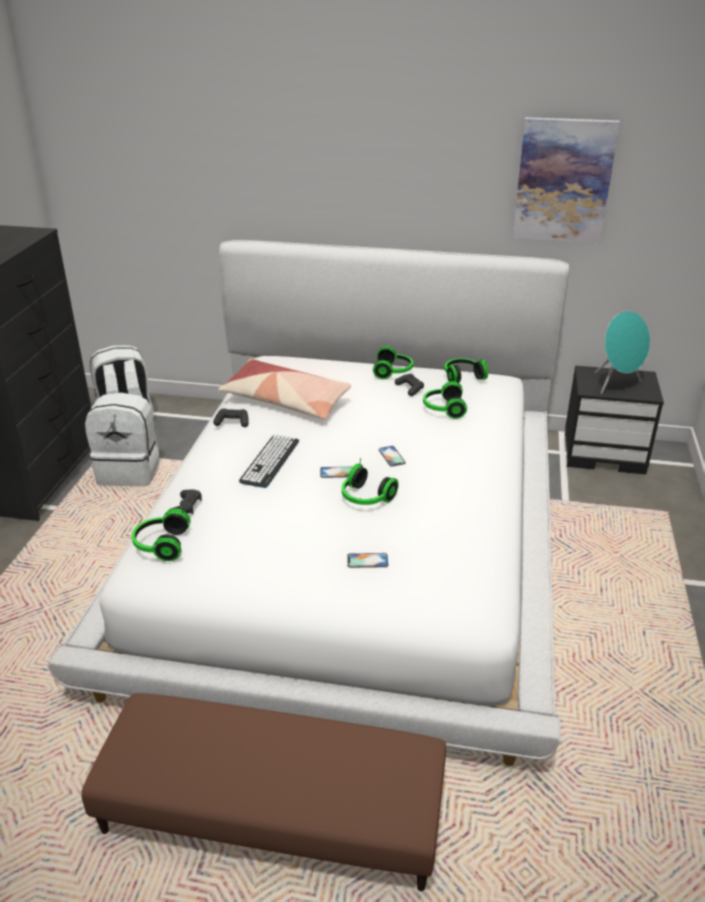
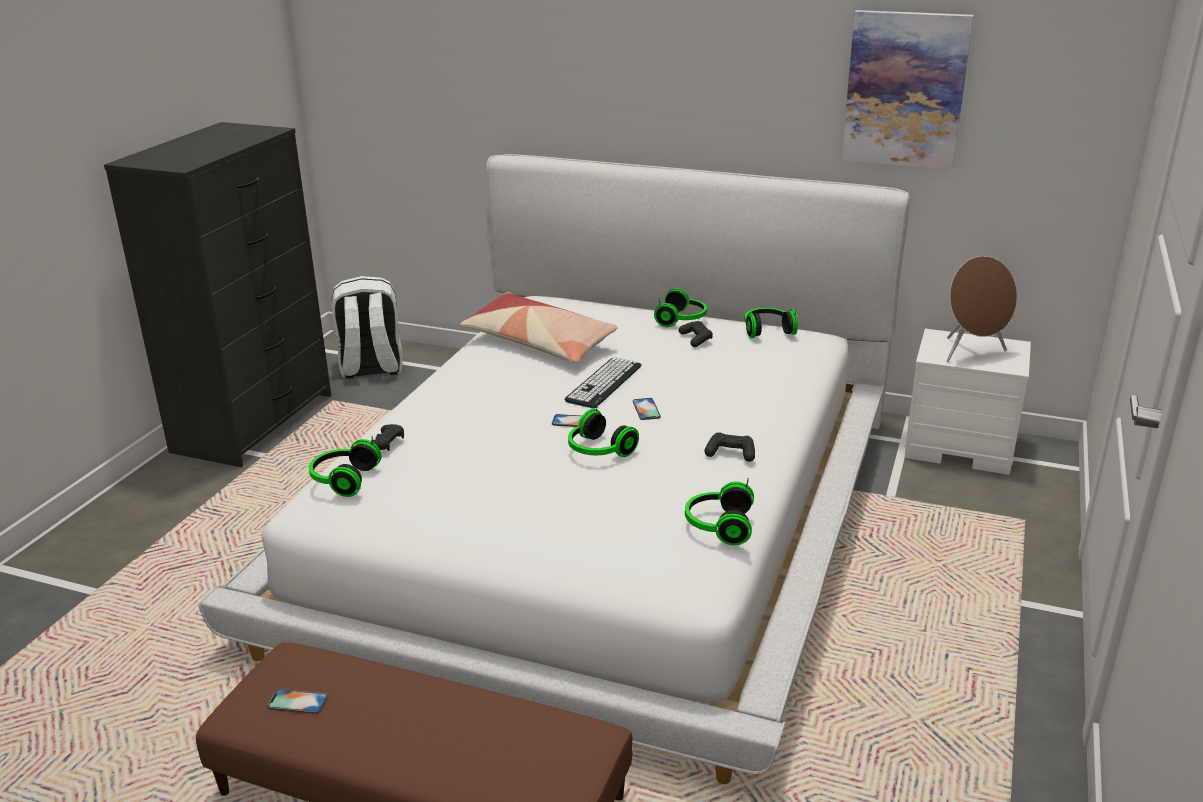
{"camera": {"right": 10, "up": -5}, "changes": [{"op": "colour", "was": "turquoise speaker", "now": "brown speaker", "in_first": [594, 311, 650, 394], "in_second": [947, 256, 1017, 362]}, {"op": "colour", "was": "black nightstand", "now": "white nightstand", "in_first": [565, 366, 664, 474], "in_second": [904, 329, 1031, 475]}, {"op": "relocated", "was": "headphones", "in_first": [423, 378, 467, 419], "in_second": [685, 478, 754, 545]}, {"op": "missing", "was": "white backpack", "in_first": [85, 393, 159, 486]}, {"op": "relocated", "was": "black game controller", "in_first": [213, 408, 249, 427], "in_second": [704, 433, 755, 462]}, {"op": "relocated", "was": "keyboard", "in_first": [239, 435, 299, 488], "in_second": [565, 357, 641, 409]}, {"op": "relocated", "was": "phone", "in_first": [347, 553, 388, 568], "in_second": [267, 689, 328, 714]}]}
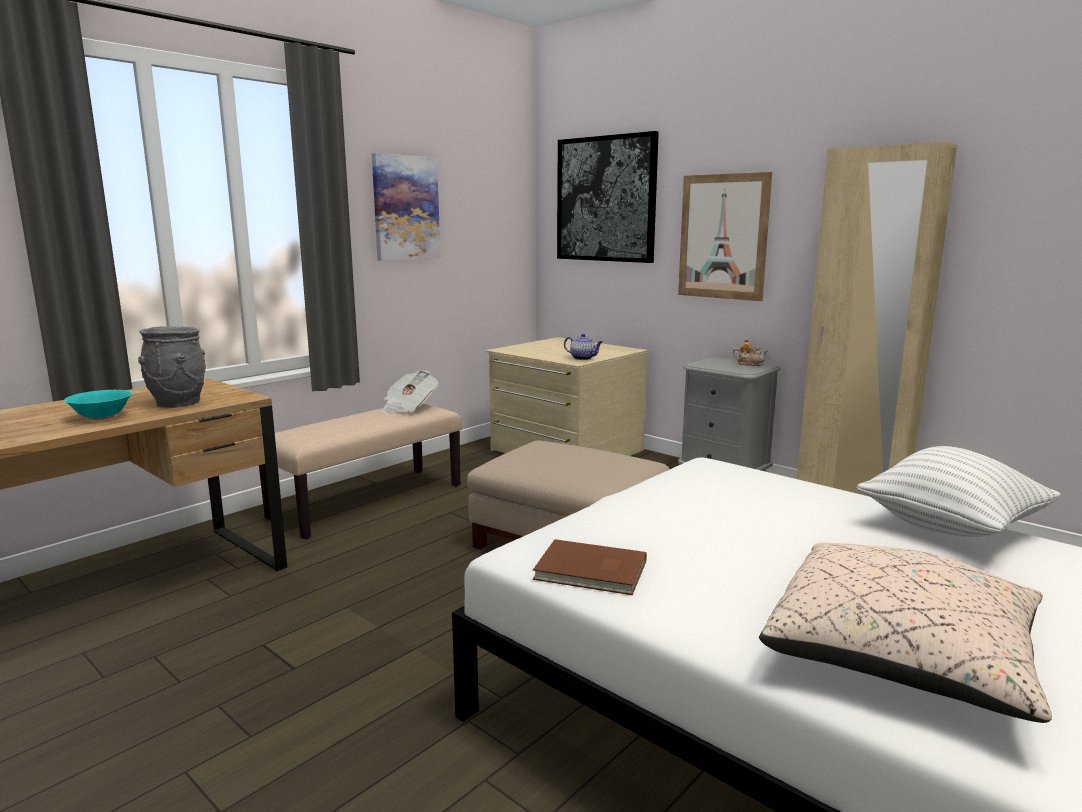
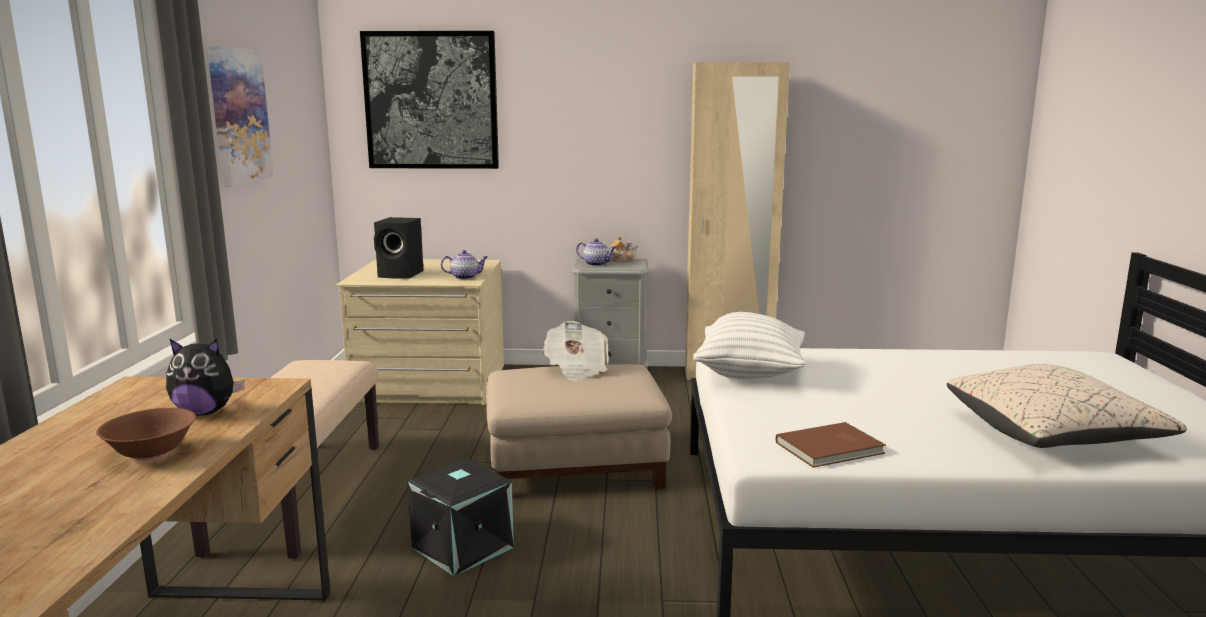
{"camera": {"right": -40, "up": 0}, "changes": [{"op": "missing", "was": "picture", "in_first": [678, 172, 772, 301]}, {"op": "exchanged", "was": "grey vase", "now": "plush toy", "in_first": [138, 326, 206, 408], "in_second": [166, 339, 245, 415]}, {"op": "relocated", "was": "newspaper", "in_first": [381, 370, 438, 414], "in_second": [542, 321, 609, 381]}, {"op": "colour", "was": "turquoise bowl", "now": "brown bowl", "in_first": [64, 390, 132, 420], "in_second": [96, 408, 196, 461]}, {"op": "relocated", "was": "white pillow", "in_first": [856, 446, 1061, 537], "in_second": [693, 312, 806, 379]}, {"op": "appeared", "now": "black speaker", "in_second": [374, 217, 423, 279]}, {"op": "appeared", "now": "teapot", "in_second": [576, 239, 617, 266]}, {"op": "appeared", "now": "black storage box", "in_second": [408, 459, 514, 576]}]}
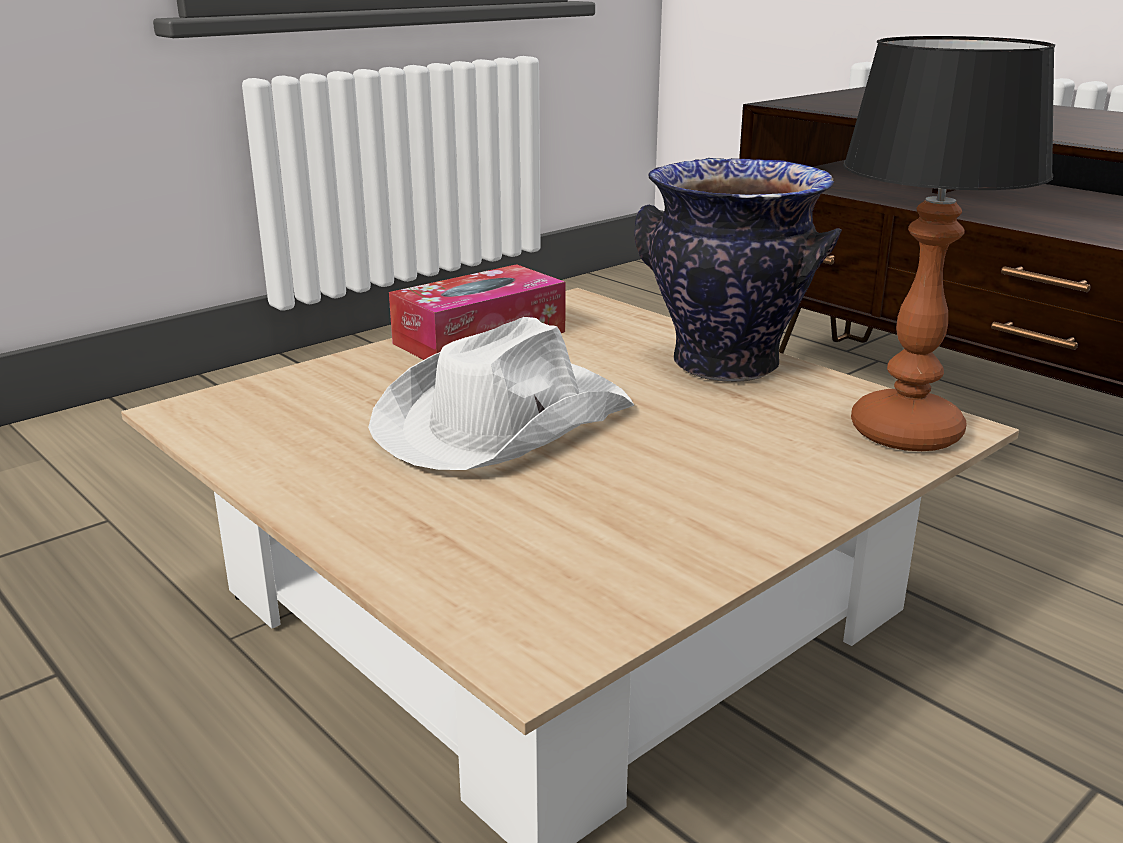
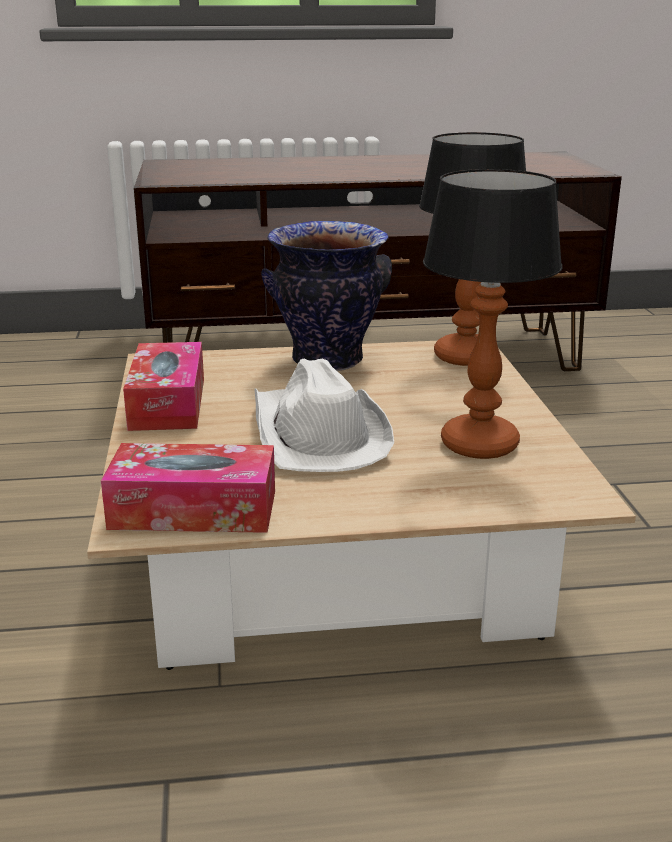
{"camera": {"right": -55, "up": 0}, "changes": [{"op": "appeared", "now": "table lamp", "in_second": [423, 169, 562, 459]}, {"op": "appeared", "now": "tissue box", "in_second": [101, 443, 275, 533]}]}
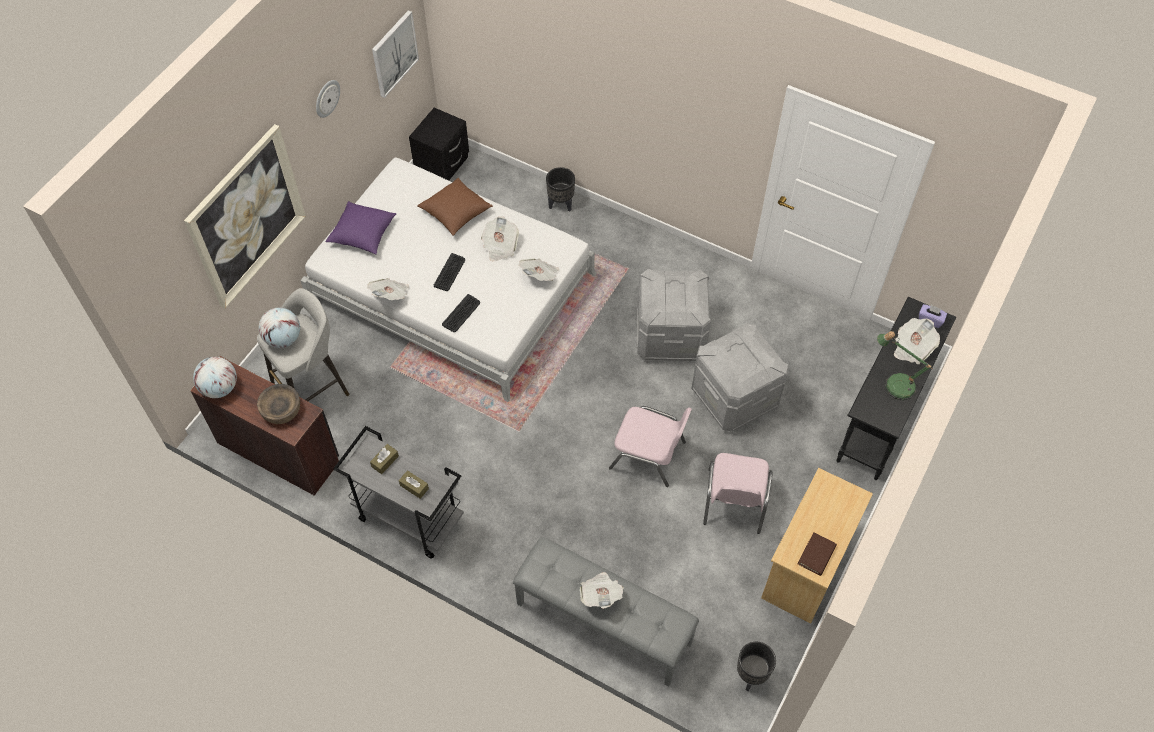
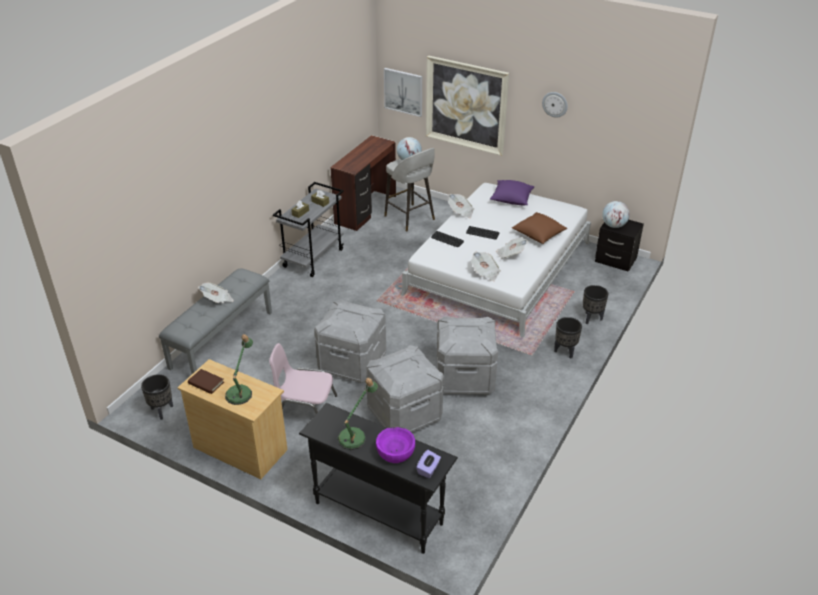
{"camera": {"right": 90, "up": -20}, "changes": [{"op": "relocated", "was": "picture", "in_first": [372, 10, 419, 98], "in_second": [384, 68, 422, 117]}, {"op": "exchanged", "was": "newspaper", "now": "purple bowl", "in_first": [894, 318, 940, 364], "in_second": [376, 427, 415, 463]}, {"op": "relocated", "was": "globe", "in_first": [193, 357, 237, 398], "in_second": [602, 201, 630, 228]}, {"op": "missing", "was": "brown bowl", "in_first": [257, 384, 300, 424]}, {"op": "exchanged", "was": "pink chair", "now": "grey storage box", "in_first": [609, 406, 692, 487], "in_second": [314, 300, 386, 383]}, {"op": "appeared", "now": "black planter", "in_second": [554, 317, 582, 359]}, {"op": "appeared", "now": "table lamp", "in_second": [225, 334, 253, 405]}]}
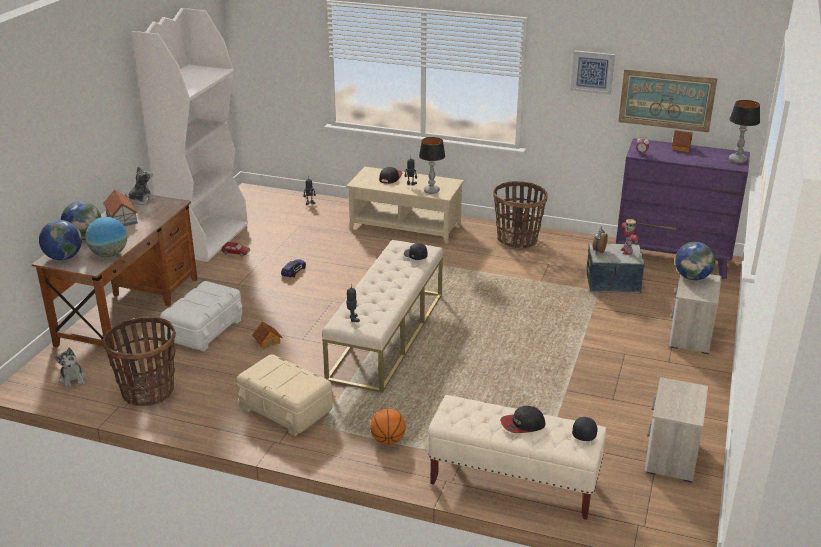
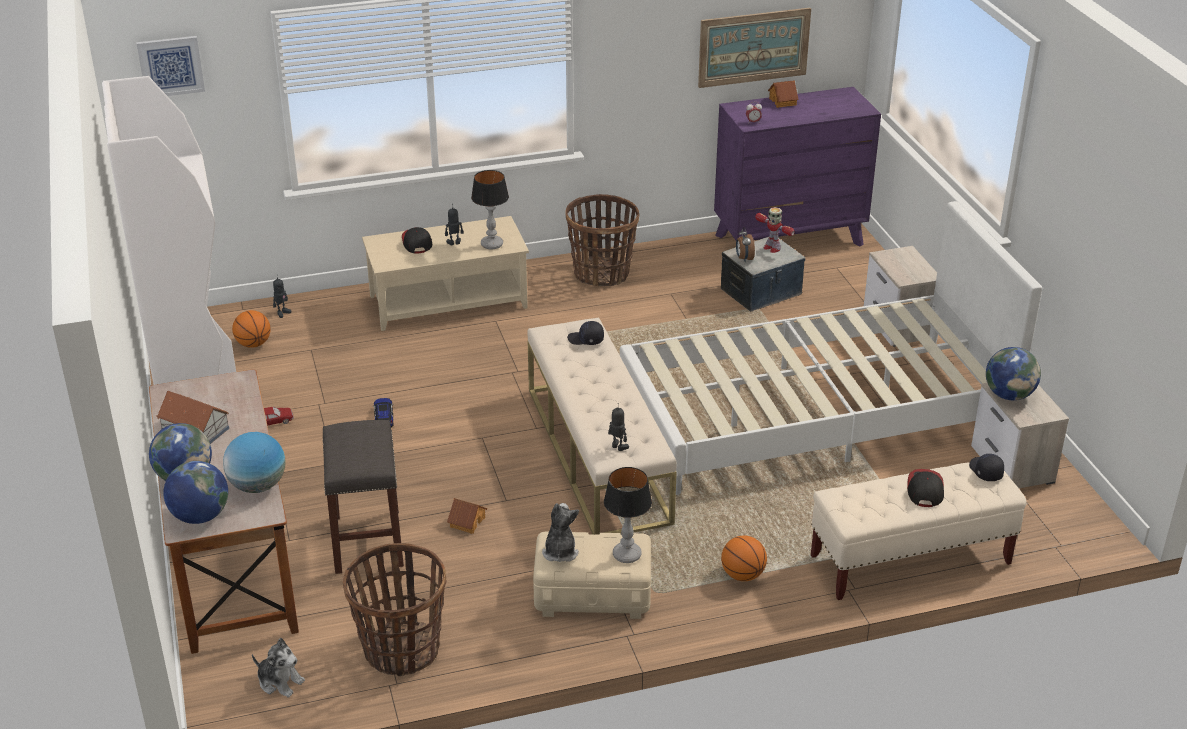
{"camera": {"right": -35, "up": 5}, "changes": [{"op": "relocated", "was": "picture", "in_first": [570, 50, 615, 95], "in_second": [136, 36, 205, 96]}, {"op": "relocated", "was": "table lamp", "in_first": [729, 100, 760, 163], "in_second": [604, 467, 652, 563]}, {"op": "relocated", "was": "plush toy", "in_first": [125, 166, 156, 205], "in_second": [542, 503, 579, 562]}, {"op": "relocated", "was": "globe", "in_first": [675, 242, 715, 280], "in_second": [986, 347, 1041, 400]}, {"op": "exchanged", "was": "white storage box", "now": "grey stool", "in_first": [160, 281, 243, 352], "in_second": [322, 420, 404, 574]}, {"op": "spun", "was": "cap", "in_first": [500, 406, 546, 433], "in_second": [907, 469, 944, 507], "clockwise": 150}, {"op": "appeared", "now": "white bed", "in_second": [620, 201, 1042, 495]}, {"op": "appeared", "now": "basketball", "in_second": [232, 310, 271, 348]}]}
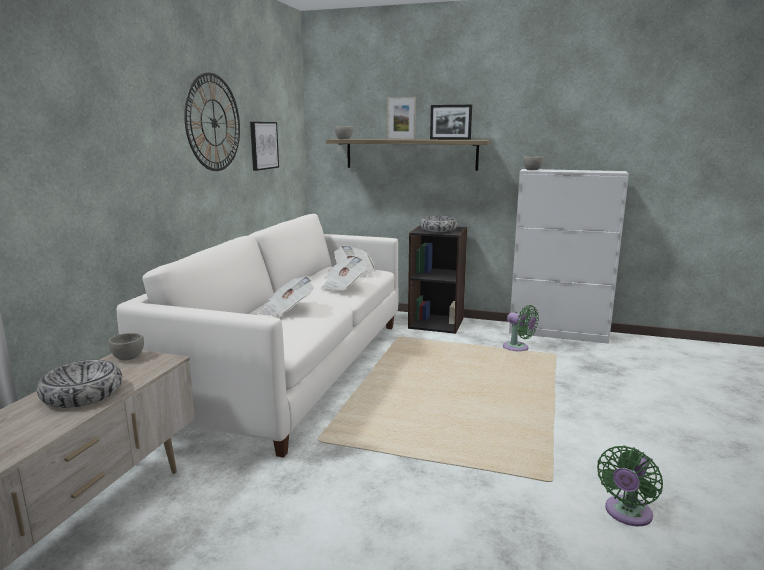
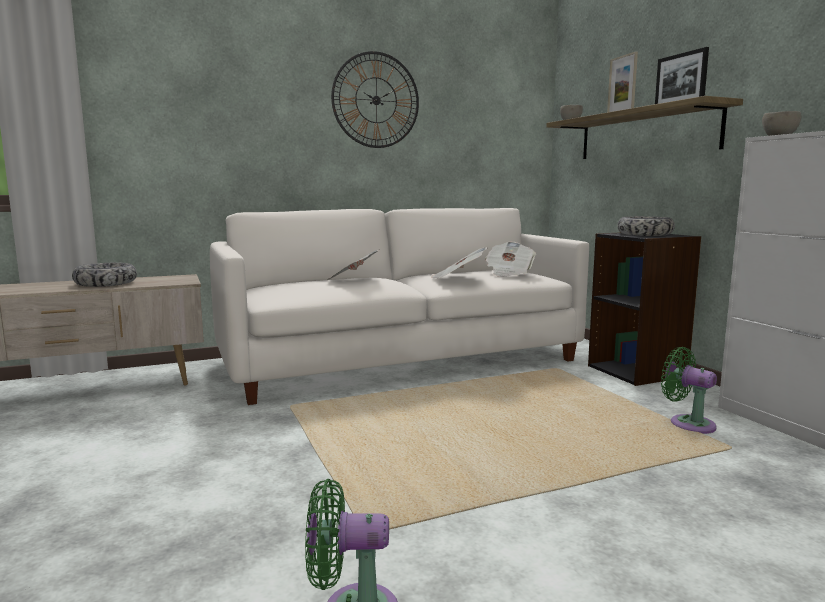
{"camera": {"right": 50, "up": -5}, "changes": [{"op": "missing", "was": "picture", "in_first": [250, 122, 279, 171]}, {"op": "spun", "was": "green fan", "in_first": [503, 305, 539, 351], "in_second": [661, 347, 717, 434], "clockwise": 135}, {"op": "missing", "was": "grey bowl", "in_first": [109, 333, 144, 360]}]}
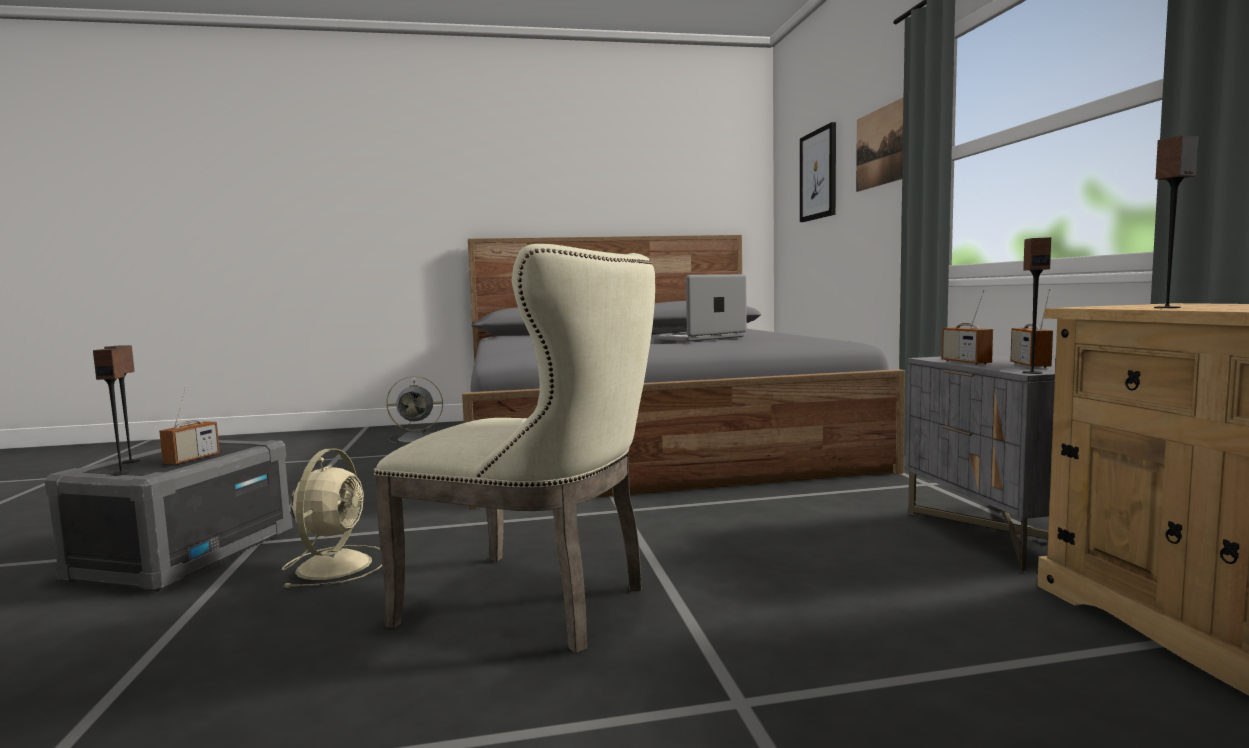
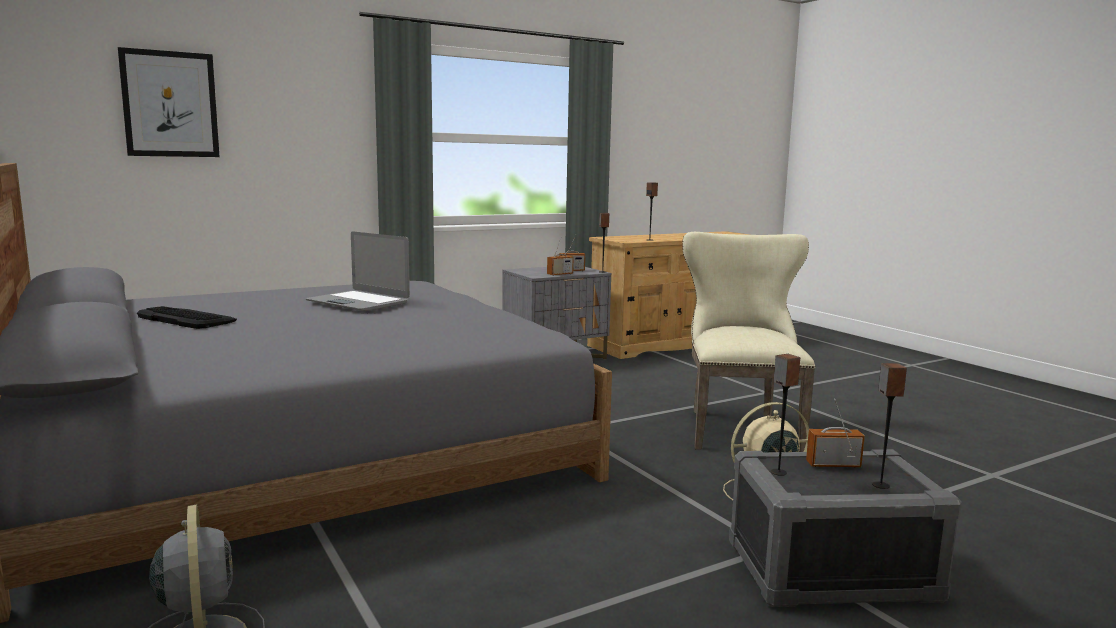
{"camera": {"right": -110, "up": 5}, "changes": [{"op": "missing", "was": "picture", "in_first": [856, 97, 904, 192]}, {"op": "relocated", "was": "speaker", "in_first": [93, 348, 131, 476], "in_second": [771, 354, 800, 476]}]}
